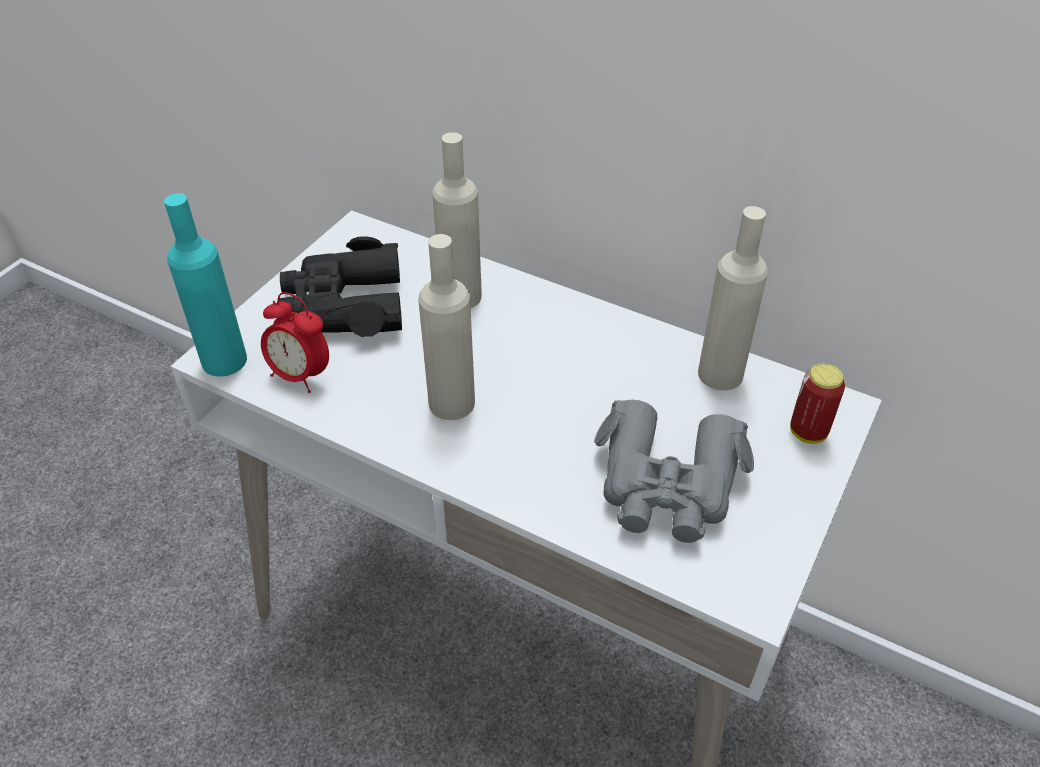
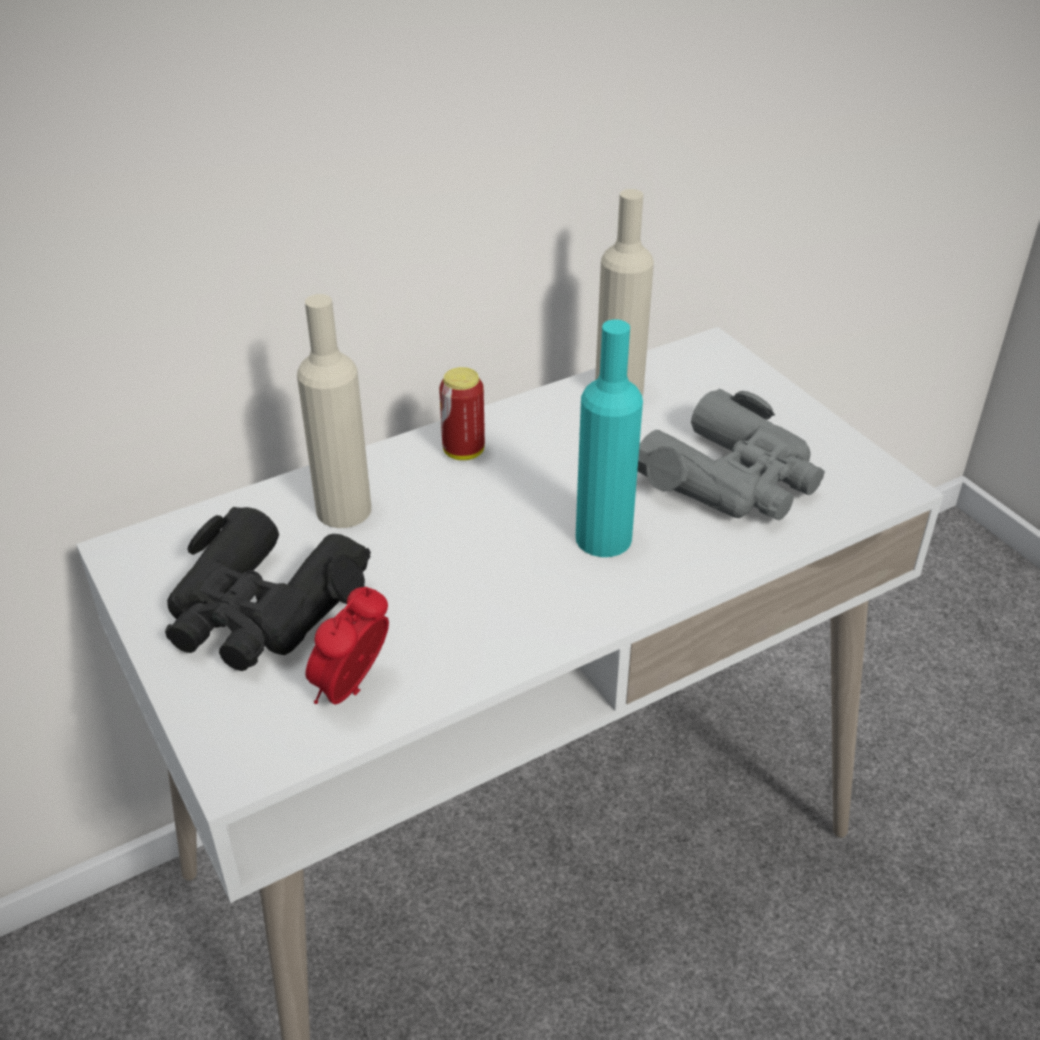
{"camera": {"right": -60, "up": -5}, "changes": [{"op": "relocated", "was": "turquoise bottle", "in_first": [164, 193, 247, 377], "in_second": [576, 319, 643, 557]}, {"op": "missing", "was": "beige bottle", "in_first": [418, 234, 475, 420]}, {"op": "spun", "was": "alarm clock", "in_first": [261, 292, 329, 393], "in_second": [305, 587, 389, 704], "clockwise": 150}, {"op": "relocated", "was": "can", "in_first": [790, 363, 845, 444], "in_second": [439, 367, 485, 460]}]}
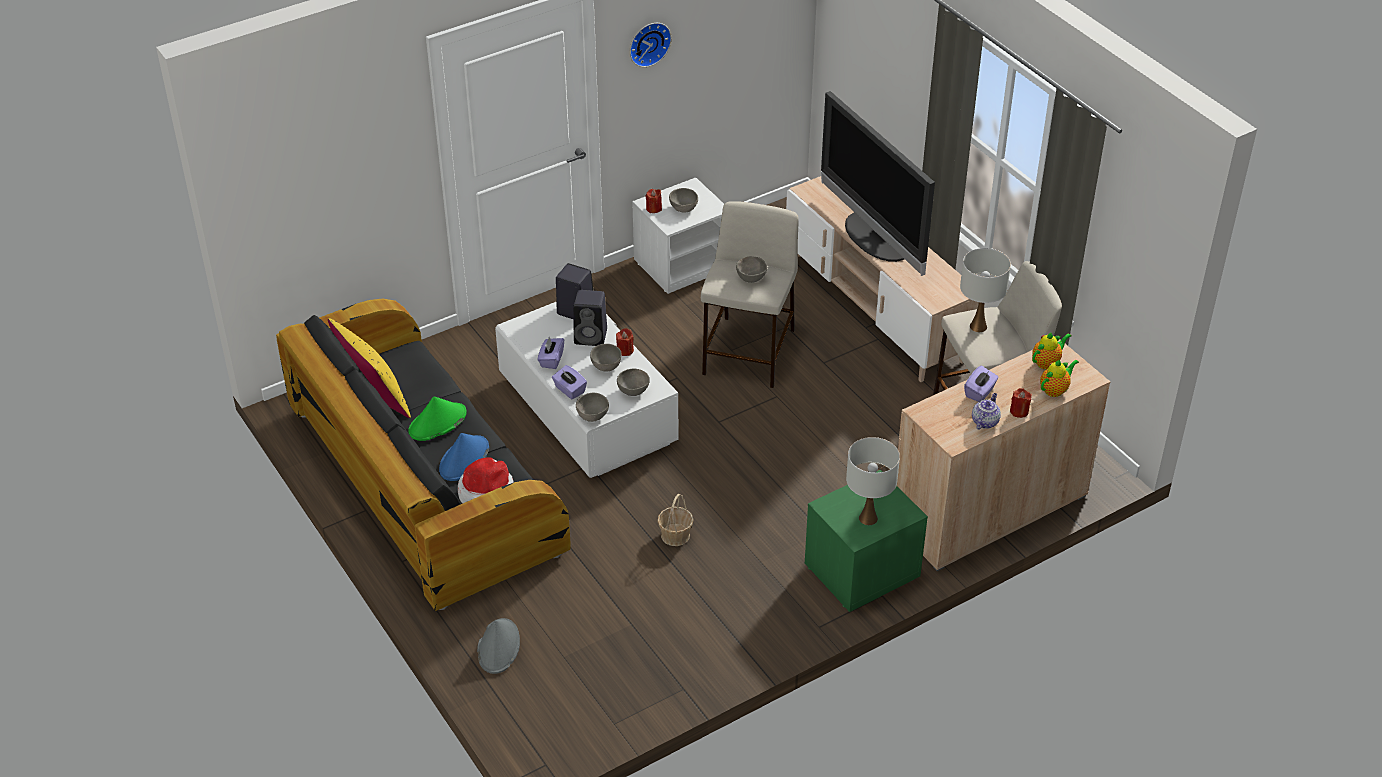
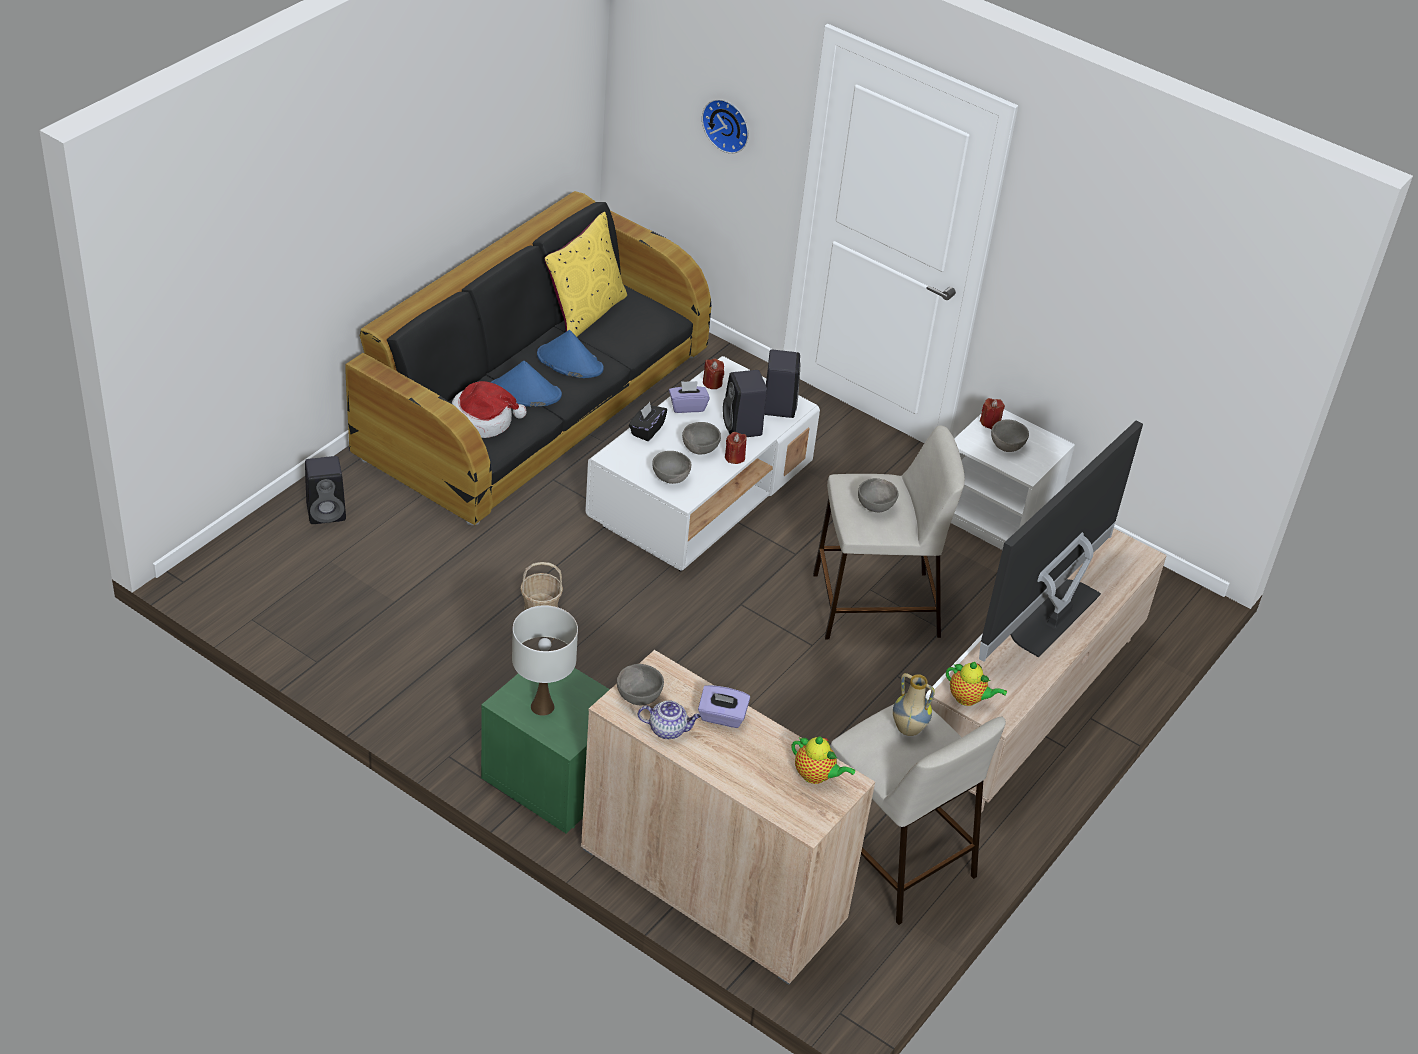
{"camera": {"right": 65, "up": 0}, "changes": [{"op": "relocated", "was": "wall clock", "in_first": [630, 23, 672, 67], "in_second": [702, 99, 749, 154]}, {"op": "exchanged", "was": "white table lamp", "now": "vase", "in_first": [960, 248, 1011, 332], "in_second": [893, 673, 935, 736]}, {"op": "relocated", "was": "teapot", "in_first": [1040, 359, 1079, 397], "in_second": [946, 662, 1007, 706]}, {"op": "colour", "was": "purple tissue box", "now": "black tissue box", "in_first": [552, 365, 587, 400], "in_second": [629, 402, 667, 441]}, {"op": "relocated", "was": "red candle", "in_first": [1010, 388, 1032, 418], "in_second": [703, 359, 724, 389]}, {"op": "relocated", "was": "grey bowl", "in_first": [576, 393, 609, 422], "in_second": [617, 664, 664, 705]}, {"op": "colour", "was": "green hat", "now": "blue hat", "in_first": [408, 396, 467, 441], "in_second": [537, 330, 604, 378]}, {"op": "exchanged", "was": "grey hat", "now": "black speaker", "in_first": [477, 618, 520, 674], "in_second": [305, 456, 346, 524]}]}
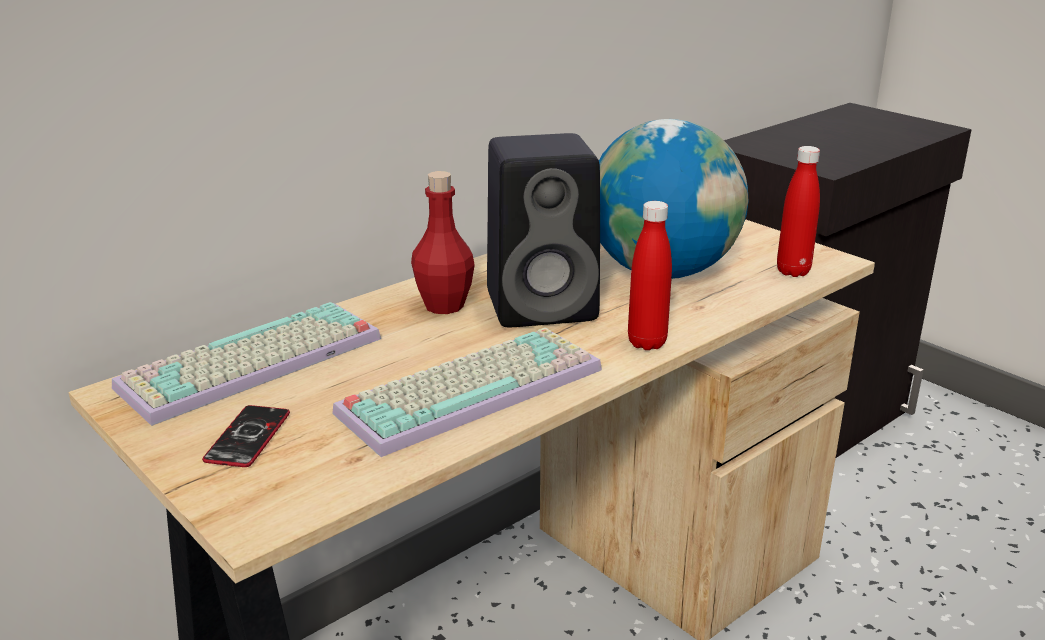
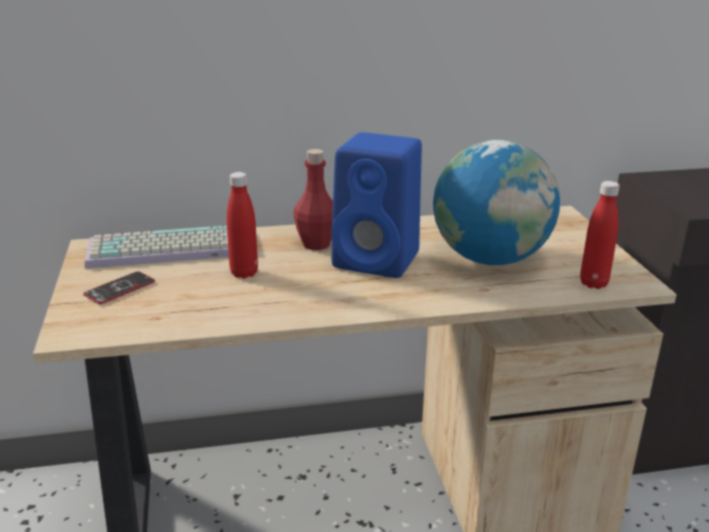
{"camera": {"right": 30, "up": 0}, "changes": [{"op": "colour", "was": "black speaker", "now": "blue speaker", "in_first": [487, 133, 600, 328], "in_second": [331, 132, 422, 278]}, {"op": "relocated", "was": "red bottle", "in_first": [628, 201, 672, 350], "in_second": [227, 172, 258, 278]}, {"op": "missing", "was": "keyboard", "in_first": [332, 328, 602, 457]}]}
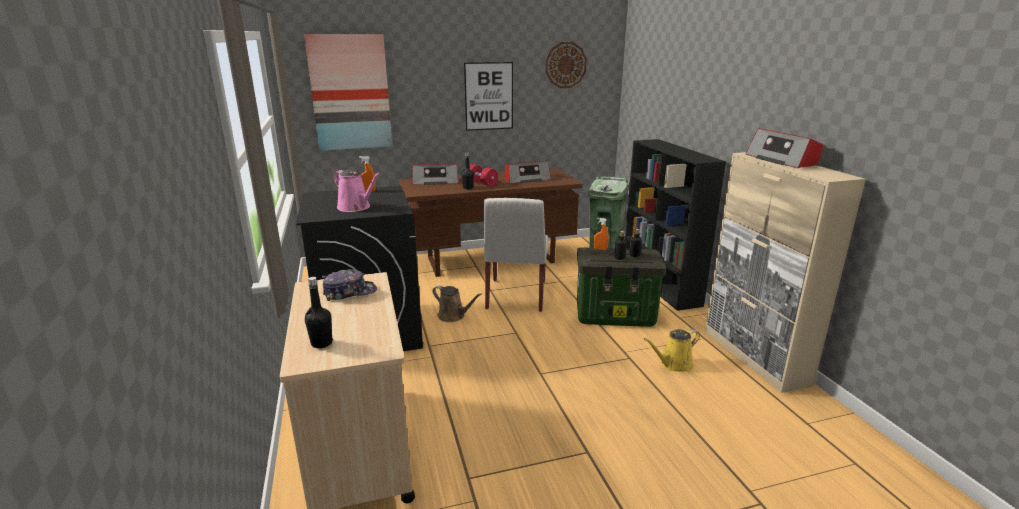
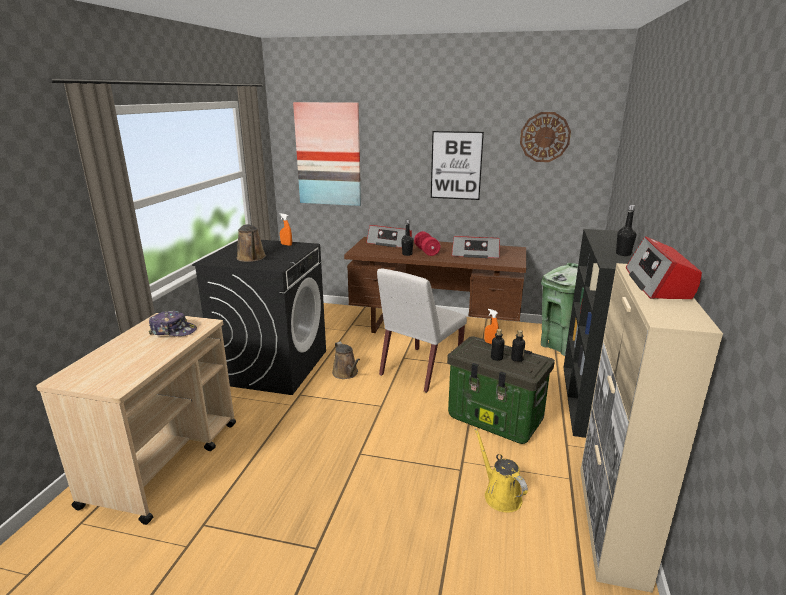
{"camera": {"right": 30, "up": 0}, "changes": [{"op": "colour", "was": "pink watering can", "now": "brown watering can", "in_first": [333, 170, 381, 212], "in_second": [237, 224, 266, 262]}, {"op": "relocated", "was": "black bottle", "in_first": [305, 277, 333, 348], "in_second": [616, 205, 636, 256]}, {"op": "spun", "was": "yellow watering can", "in_first": [644, 329, 700, 372], "in_second": [475, 429, 528, 512], "clockwise": 60}]}
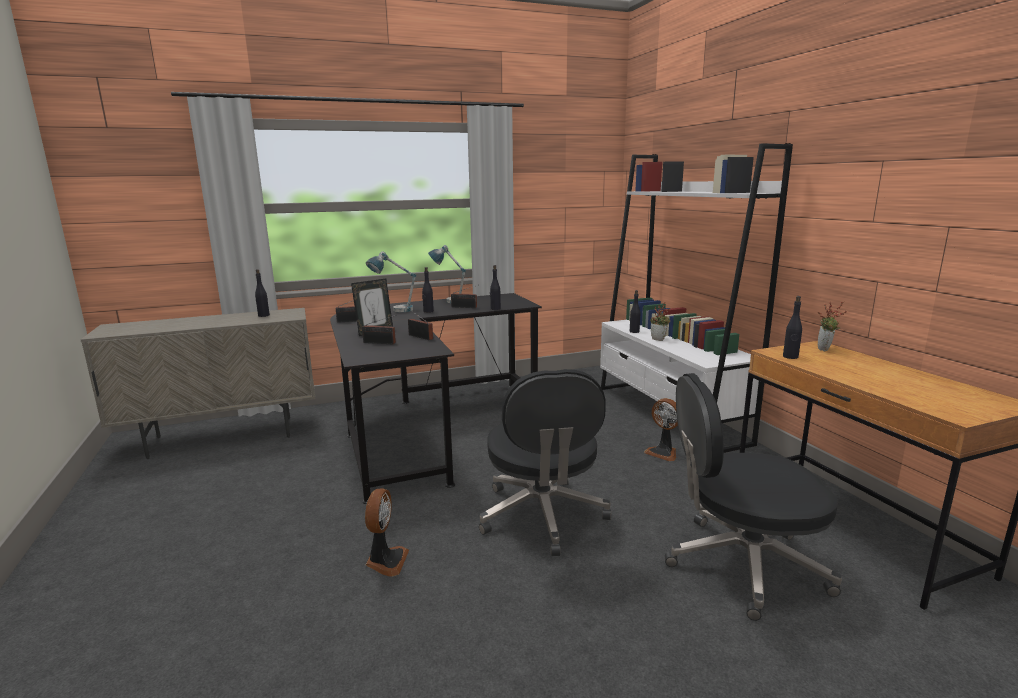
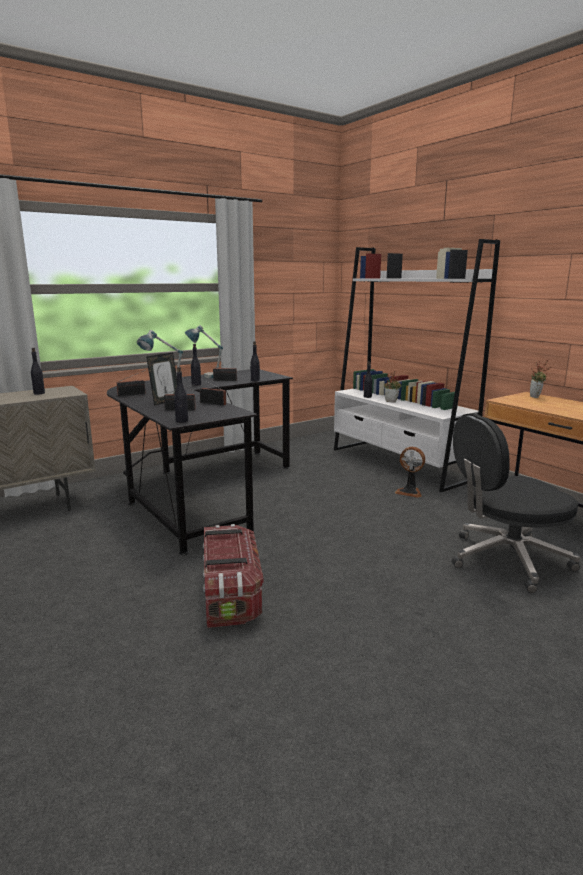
{"camera": {"right": -15, "up": 0}, "changes": [{"op": "relocated", "was": "black bottle", "in_first": [783, 296, 802, 359], "in_second": [174, 367, 188, 423]}, {"op": "missing", "was": "black office chair", "in_first": [479, 369, 611, 556]}, {"op": "exchanged", "was": "fan", "now": "storage box", "in_first": [365, 488, 409, 577], "in_second": [203, 524, 263, 628]}]}
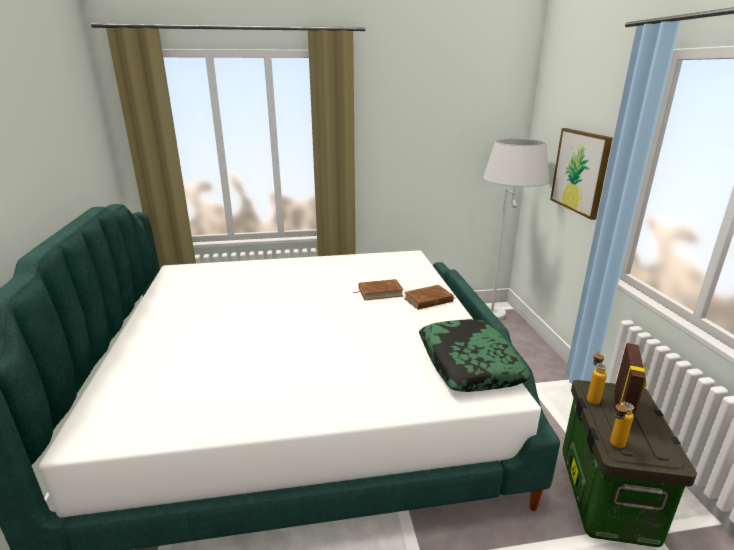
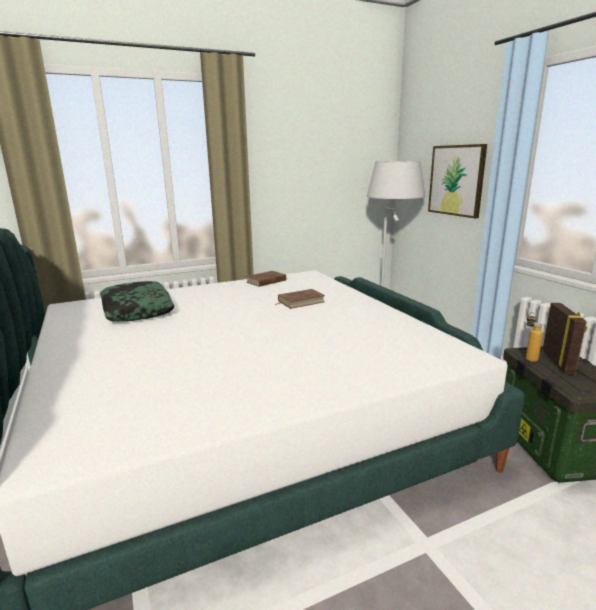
{"camera": {"right": -15, "up": -5}, "changes": [{"op": "relocated", "was": "brown book", "in_first": [404, 285, 455, 310], "in_second": [246, 271, 287, 287]}, {"op": "relocated", "was": "pillow", "in_first": [419, 319, 531, 392], "in_second": [101, 281, 174, 322]}, {"op": "missing", "was": "bottle", "in_first": [610, 402, 634, 448]}]}
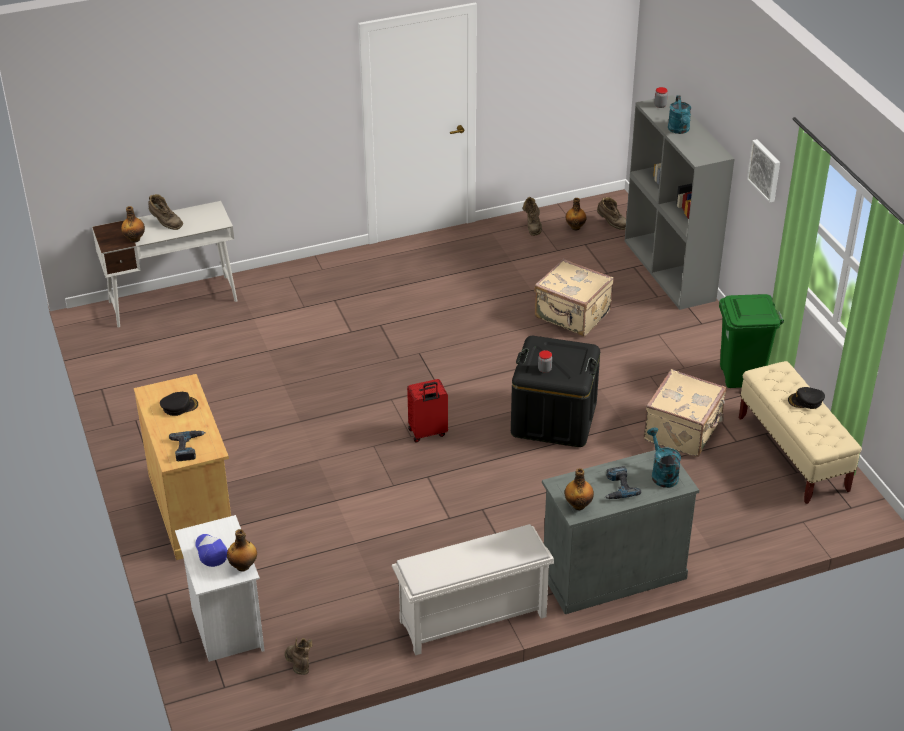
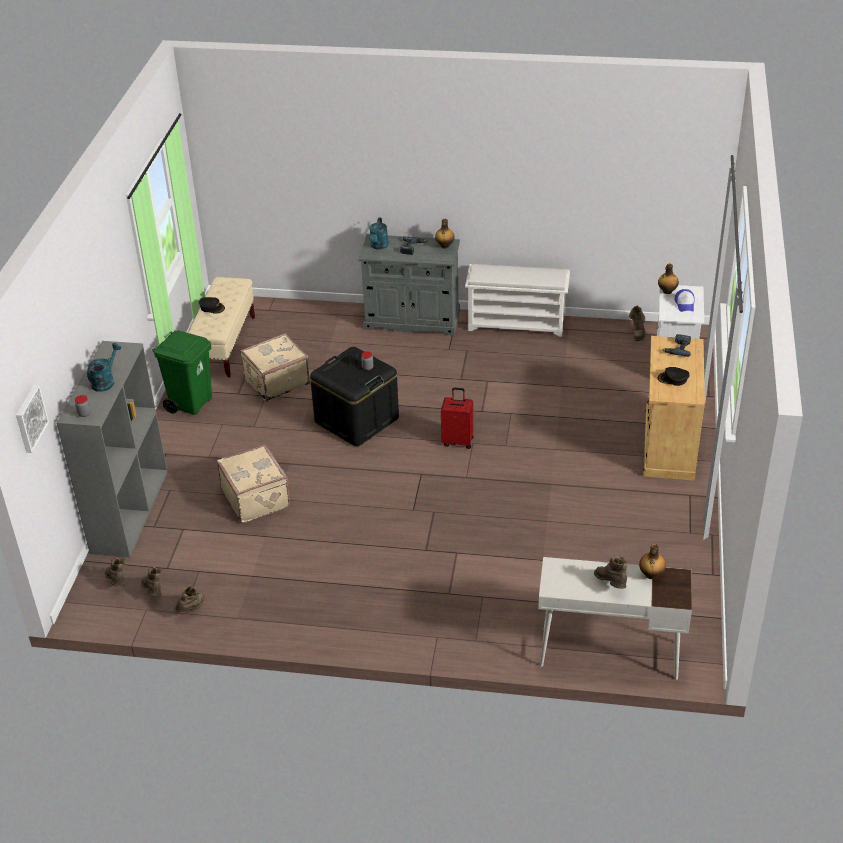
{"camera": {"right": -150, "up": 0}, "changes": [{"op": "relocated", "was": "picture", "in_first": [747, 139, 780, 203], "in_second": [16, 385, 49, 453]}, {"op": "exchanged", "was": "bottle", "now": "brown boot", "in_first": [566, 198, 587, 230], "in_second": [141, 567, 162, 596]}]}
